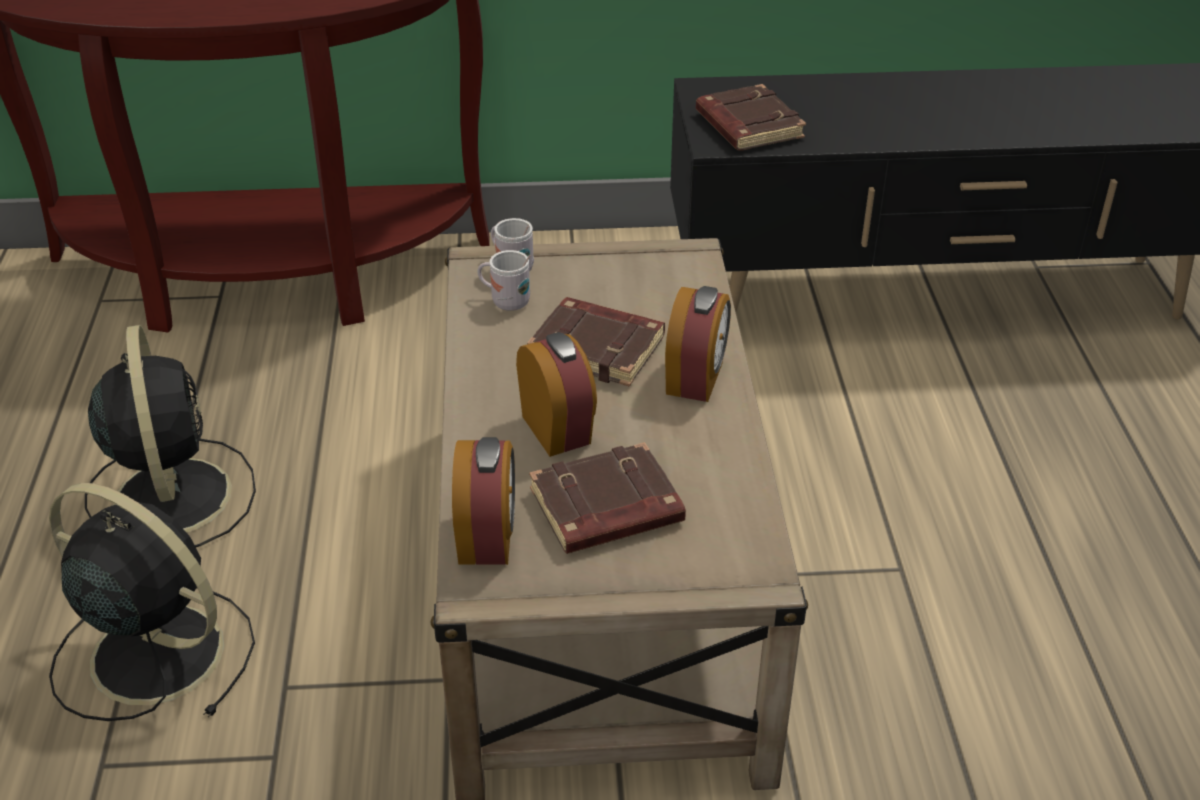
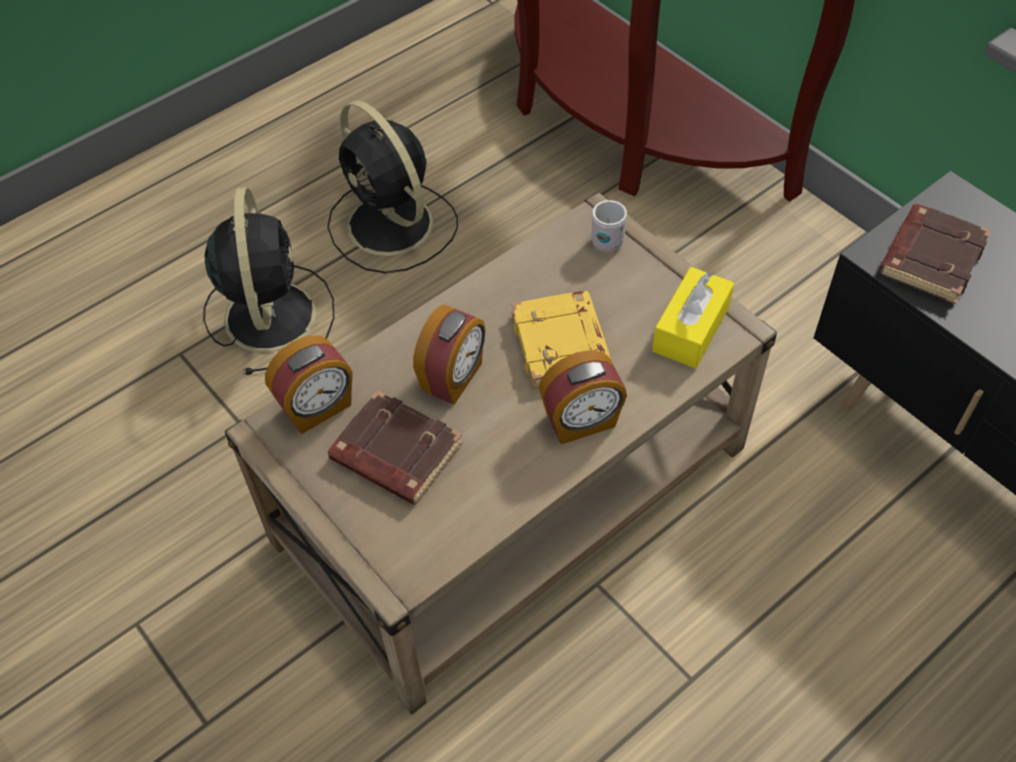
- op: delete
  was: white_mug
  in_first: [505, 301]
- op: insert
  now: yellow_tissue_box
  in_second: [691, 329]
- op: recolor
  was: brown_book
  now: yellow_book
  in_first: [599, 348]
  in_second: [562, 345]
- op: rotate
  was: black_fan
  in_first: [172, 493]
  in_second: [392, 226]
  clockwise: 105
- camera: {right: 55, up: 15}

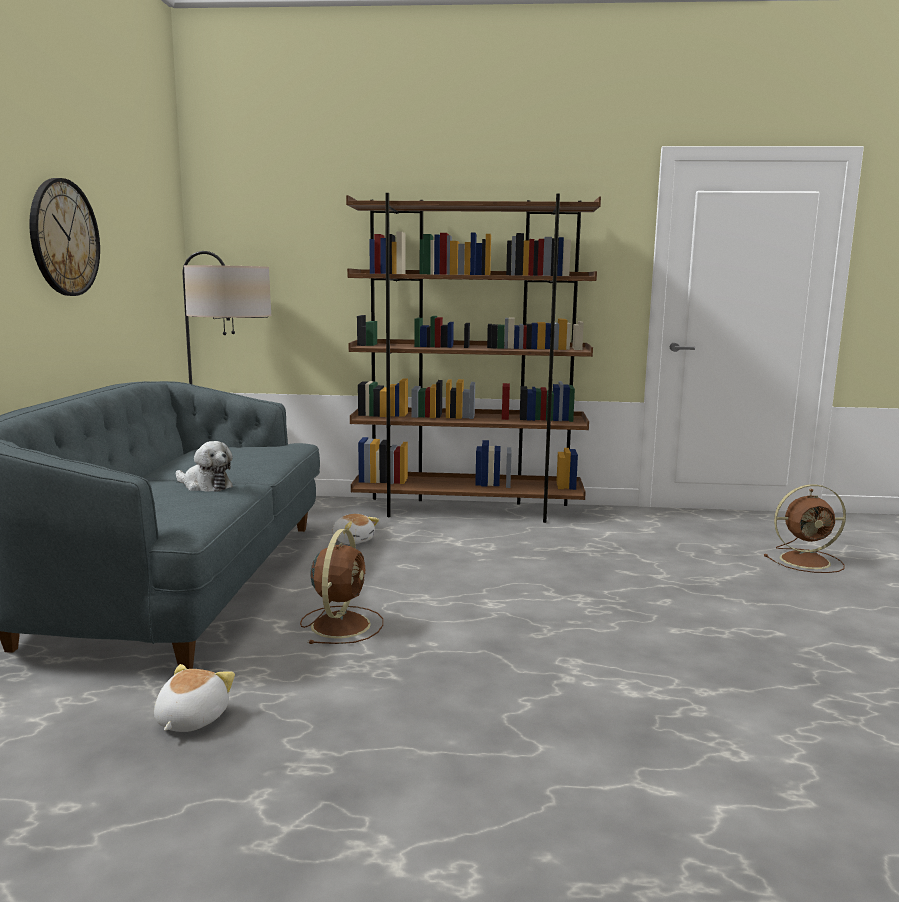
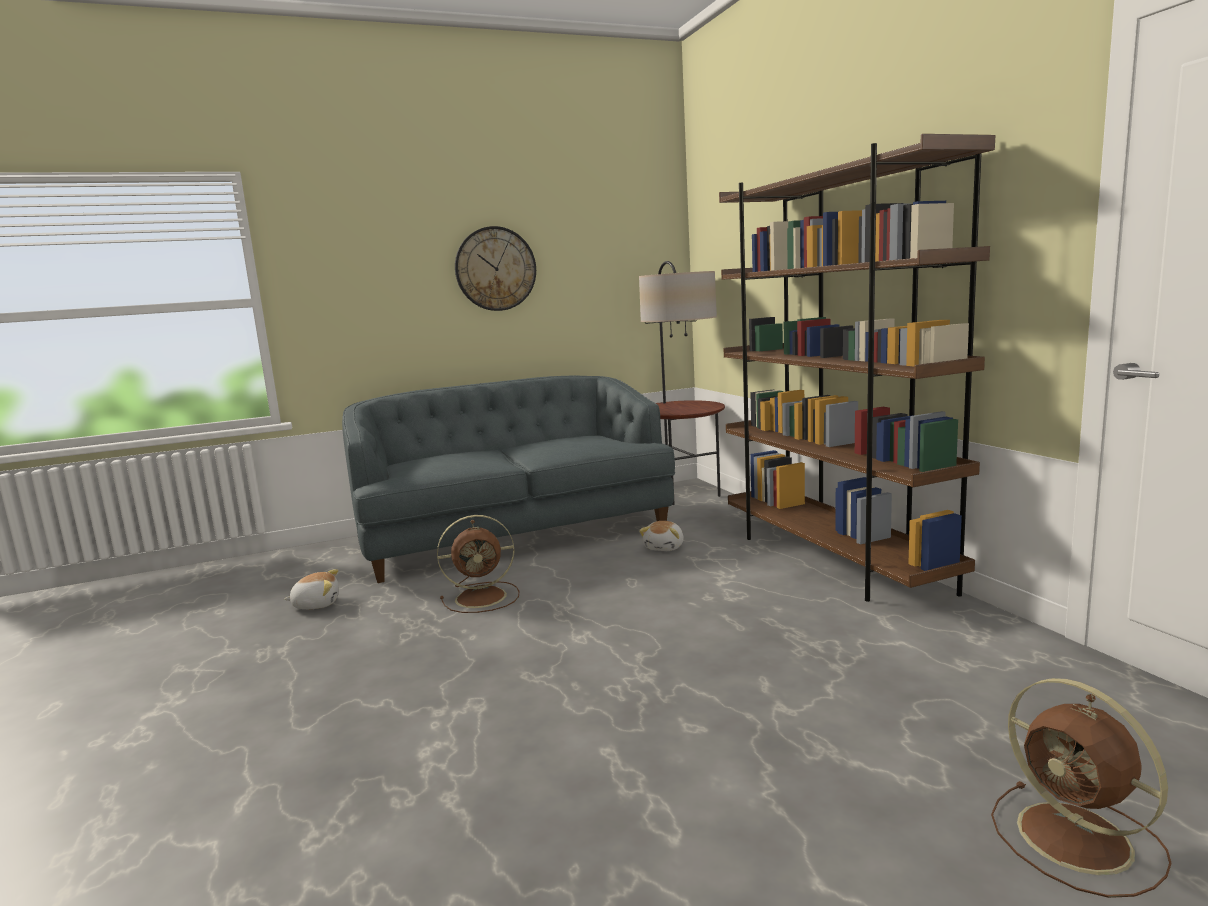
- op: delete
  was: plush_toy
  in_first: [204, 486]
- camera: {right: 65, up: 0}

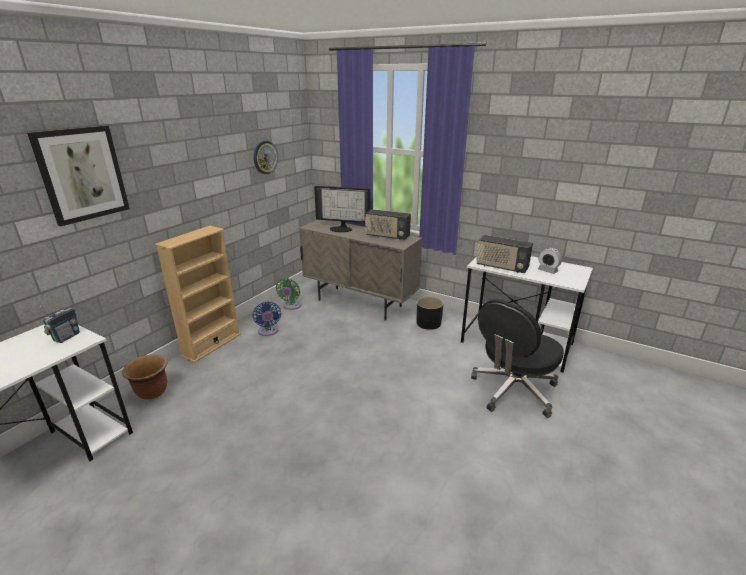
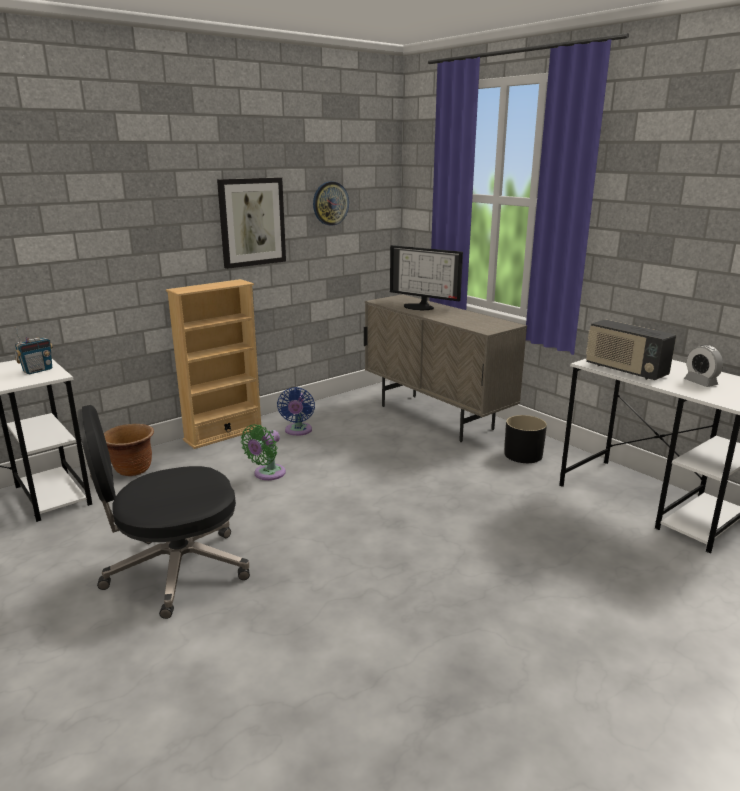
- op: delete
  was: radio
  in_first: [387, 236]
- op: move
  was: picture
  in_first: [82, 174]
  in_second: [252, 222]
- op: move
  was: green_fan
  in_first: [291, 306]
  in_second: [267, 474]
- op: move
  was: black_office_chair
  in_first: [513, 391]
  in_second: [174, 571]
- camera: {right: 20, up: -5}

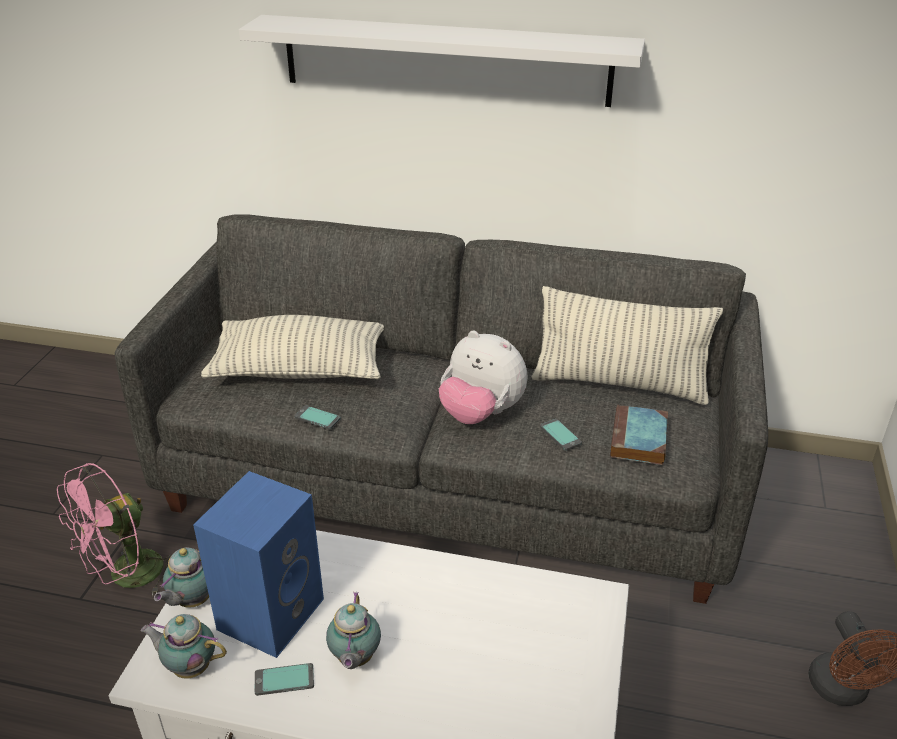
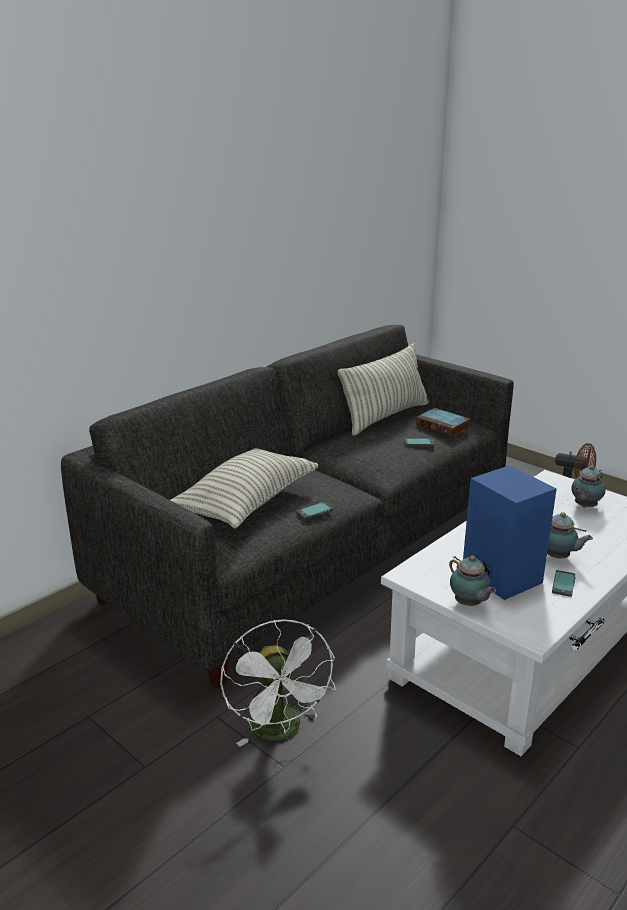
- op: delete
  was: white_shelf
  in_first: [445, 60]
- op: delete
  was: plush_toy
  in_first: [481, 413]
- op: move
  was: teapot
  in_first: [189, 667]
  in_second: [584, 506]
- op: recolor
  was: pink_fan
  now: white_fan
  in_first: [127, 577]
  in_second: [280, 731]
- camera: {right: -60, up: -10}

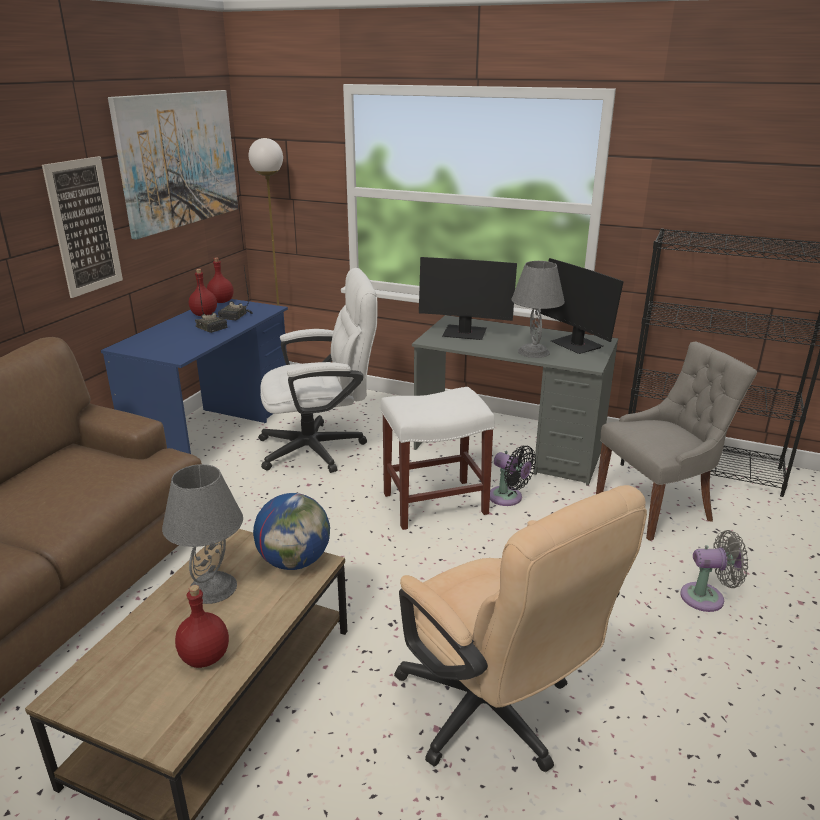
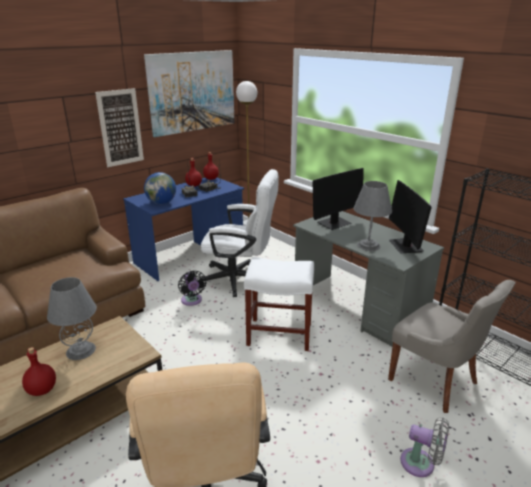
- op: move
  was: globe
  in_first: [295, 561]
  in_second: [162, 203]
- op: move
  was: black_fan
  in_first: [508, 498]
  in_second: [192, 301]
- op: rotate
  was: monitor
  in_first: [465, 333]
  in_second: [334, 223]
  clockwise: -75
- op: rotate
  was: grey_chair
  in_first: [657, 507]
  in_second: [435, 381]
  clockwise: 45
- camera: {right: 25, up: 0}

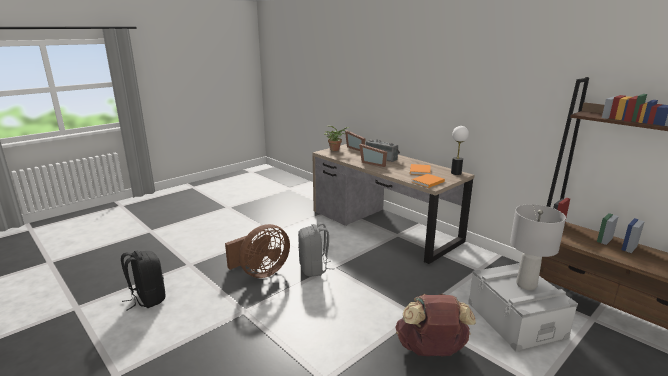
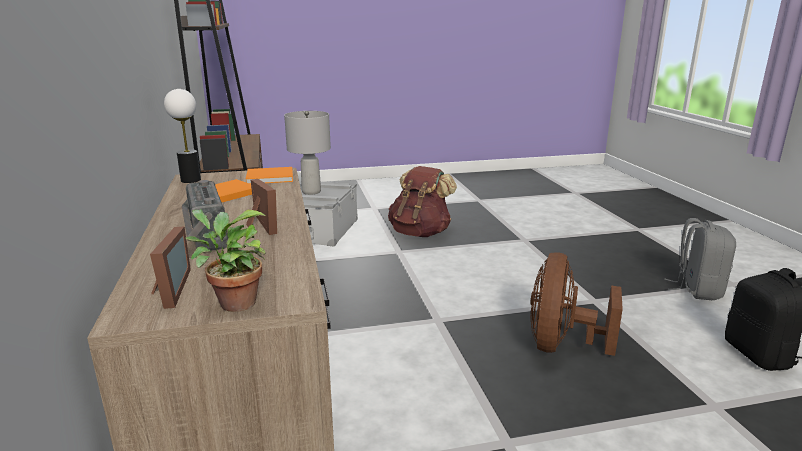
- op: move
  was: grey_backpack
  in_first: [314, 269]
  in_second: [697, 290]
- op: rotate
  was: brown_fan
  in_first: [261, 272]
  in_second: [561, 345]
  clockwise: -60
- camera: {right: -150, up: 0}

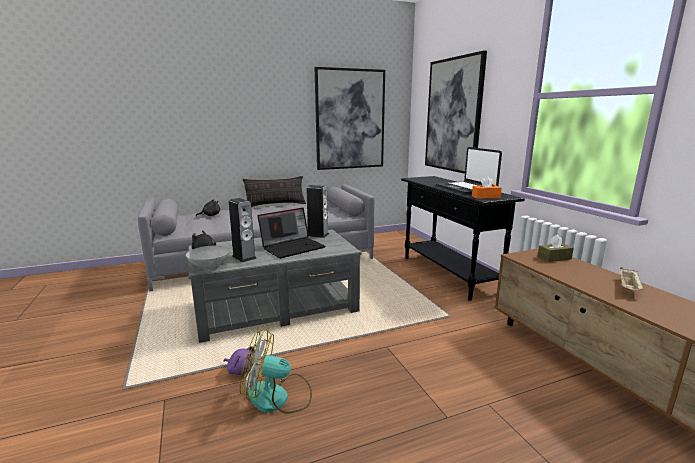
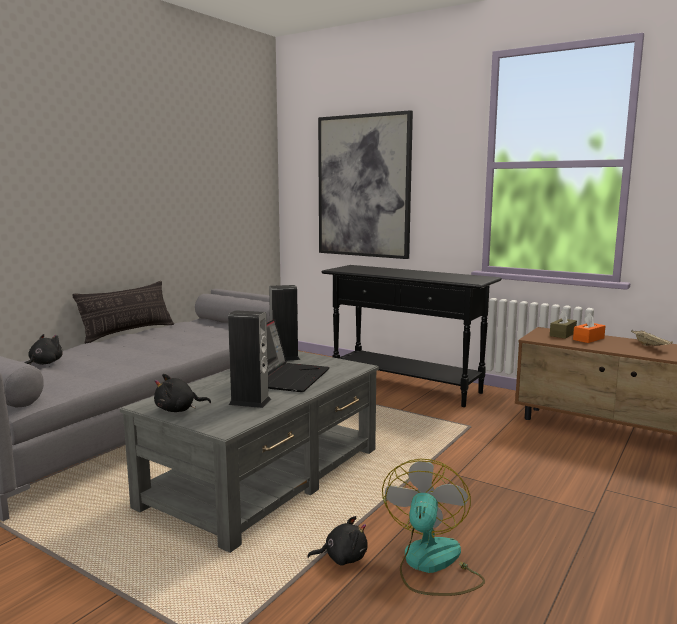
- op: delete
  was: grey_bowl
  in_first: [208, 267]
- op: delete
  was: picture
  in_first: [350, 119]
- op: delete
  was: laptop
  in_first: [466, 188]
- op: move
  was: orange_tissue_box
  in_first: [485, 197]
  in_second: [588, 339]
- op: recolor
  was: purple_plush_toy
  now: black_plush_toy
  in_first: [241, 370]
  in_second: [342, 558]
- op: rotate
  was: fan
  in_first: [278, 397]
  in_second: [431, 565]
  clockwise: 135
- camera: {right: -35, up: -5}

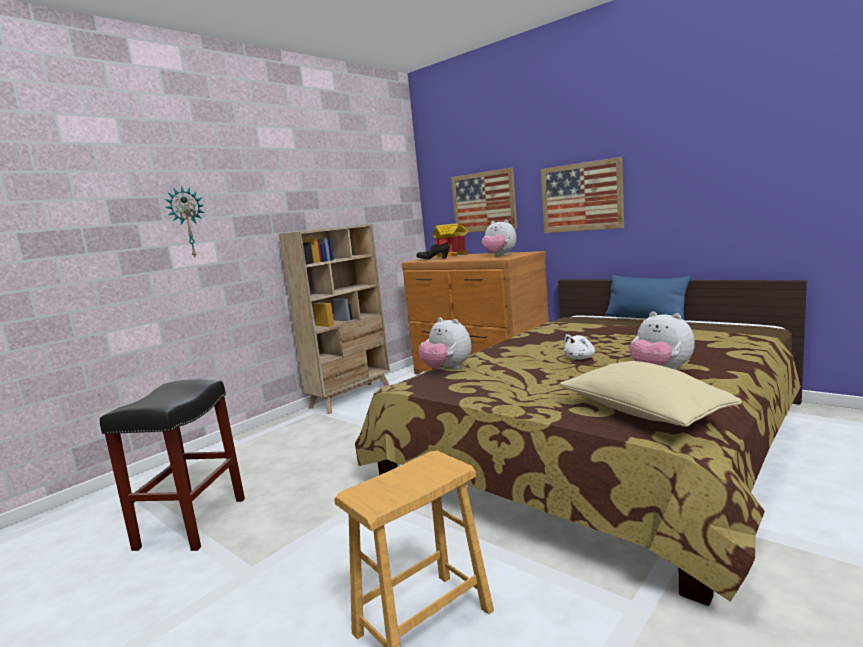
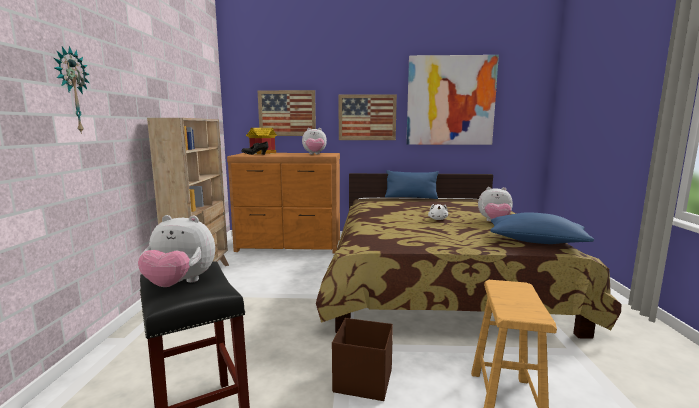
- op: insert
  now: brown_storage_box
  in_second: [362, 380]
- op: insert
  now: picture
  in_second: [450, 101]
- op: move
  was: plush_toy
  in_first: [447, 369]
  in_second: [180, 284]
- op: recolor
  was: beige_pillow
  now: blue_pillow
  in_first: [642, 413]
  in_second: [536, 242]
- camera: {right: -40, up: 0}

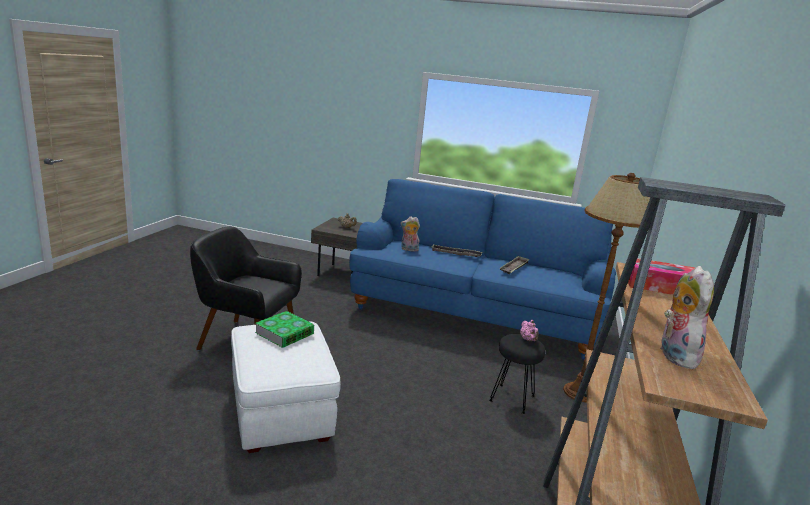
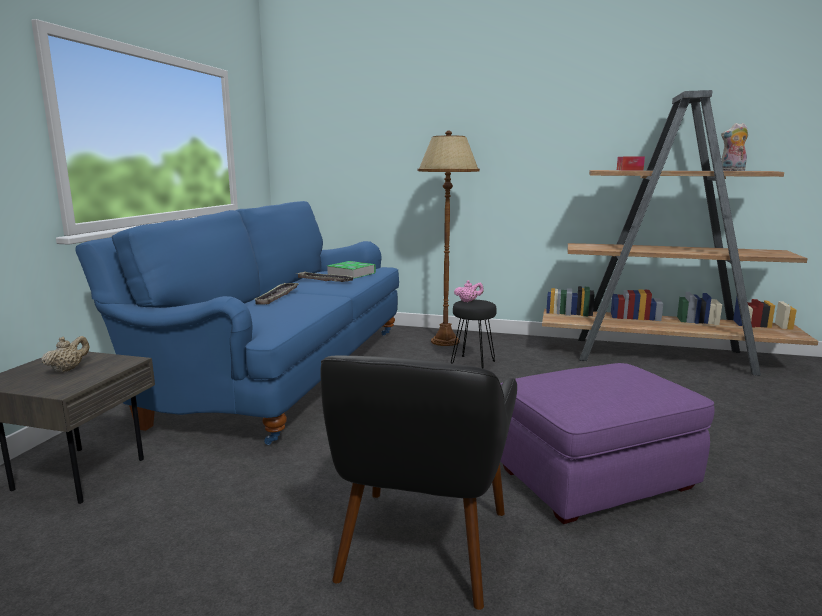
- op: delete
  was: plush_toy
  in_first: [408, 249]
- op: move
  was: book
  in_first: [284, 333]
  in_second: [351, 274]
- op: recolor
  was: white_ottoman
  now: purple_ottoman
  in_first: [281, 410]
  in_second: [593, 479]
- camera: {right: -90, up: -5}

